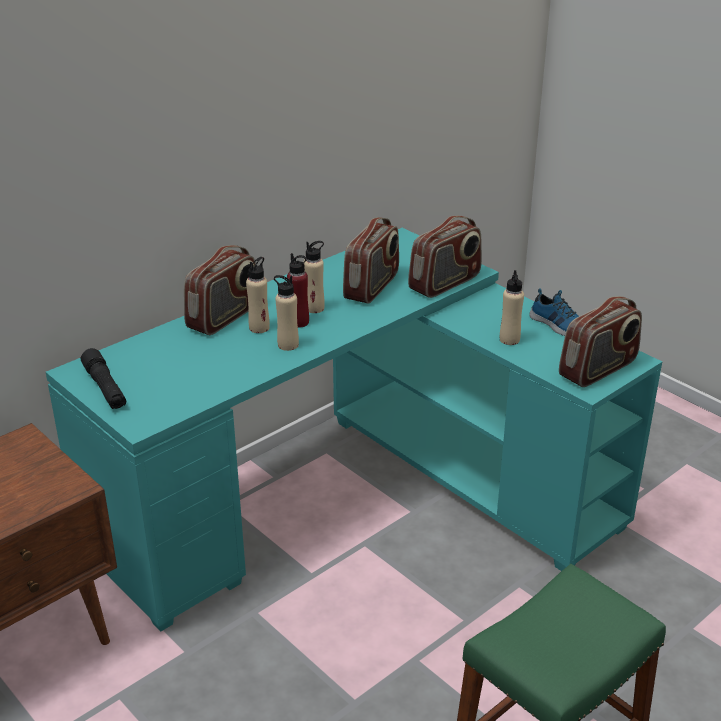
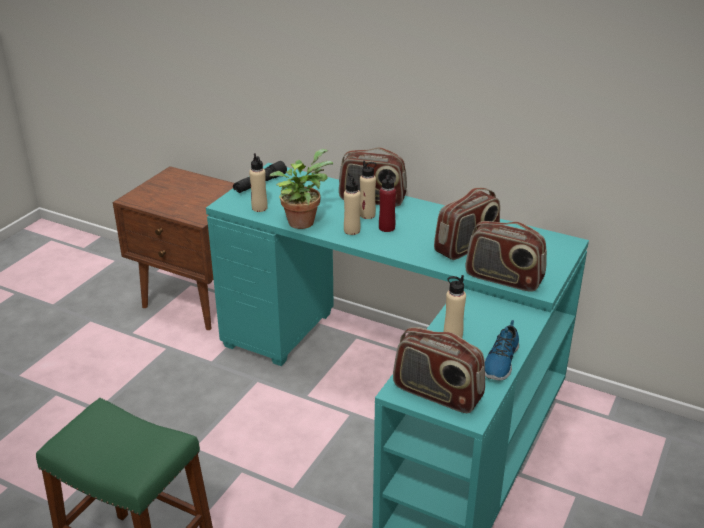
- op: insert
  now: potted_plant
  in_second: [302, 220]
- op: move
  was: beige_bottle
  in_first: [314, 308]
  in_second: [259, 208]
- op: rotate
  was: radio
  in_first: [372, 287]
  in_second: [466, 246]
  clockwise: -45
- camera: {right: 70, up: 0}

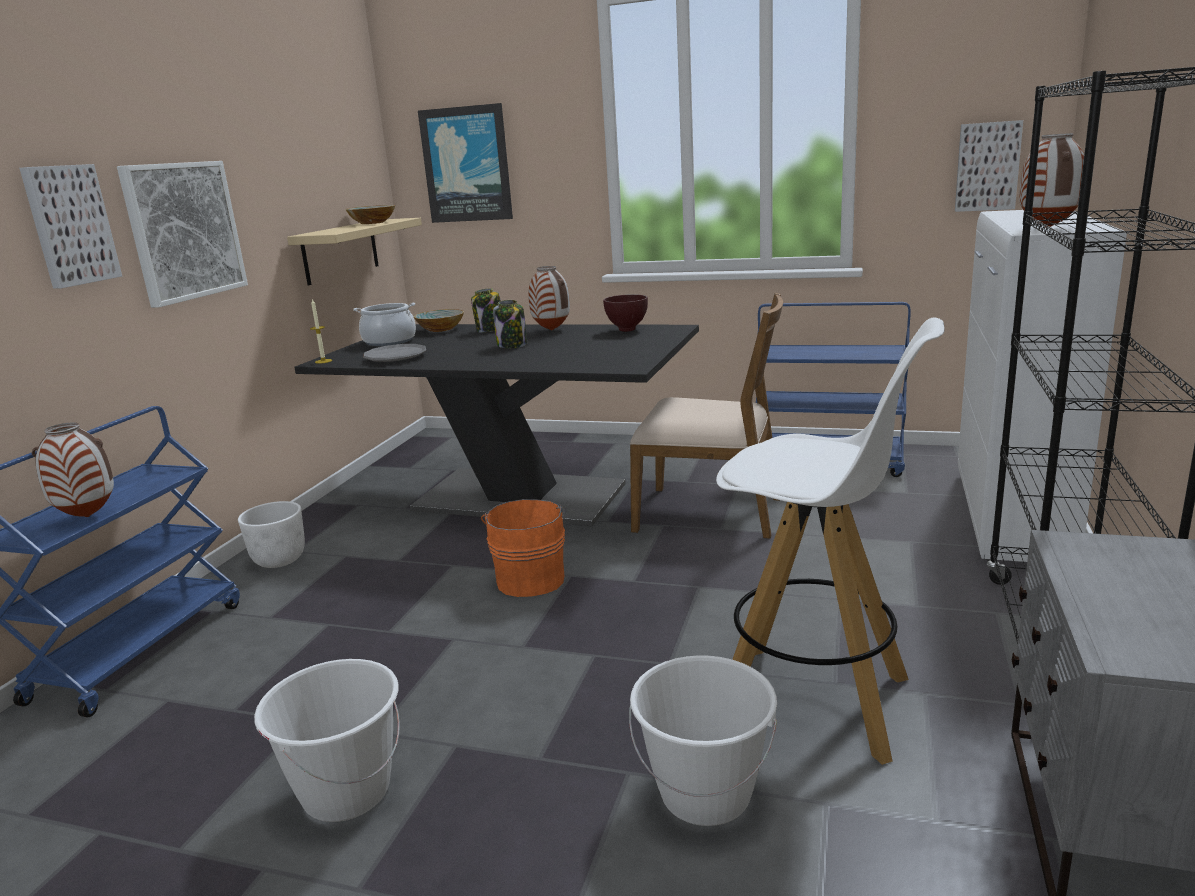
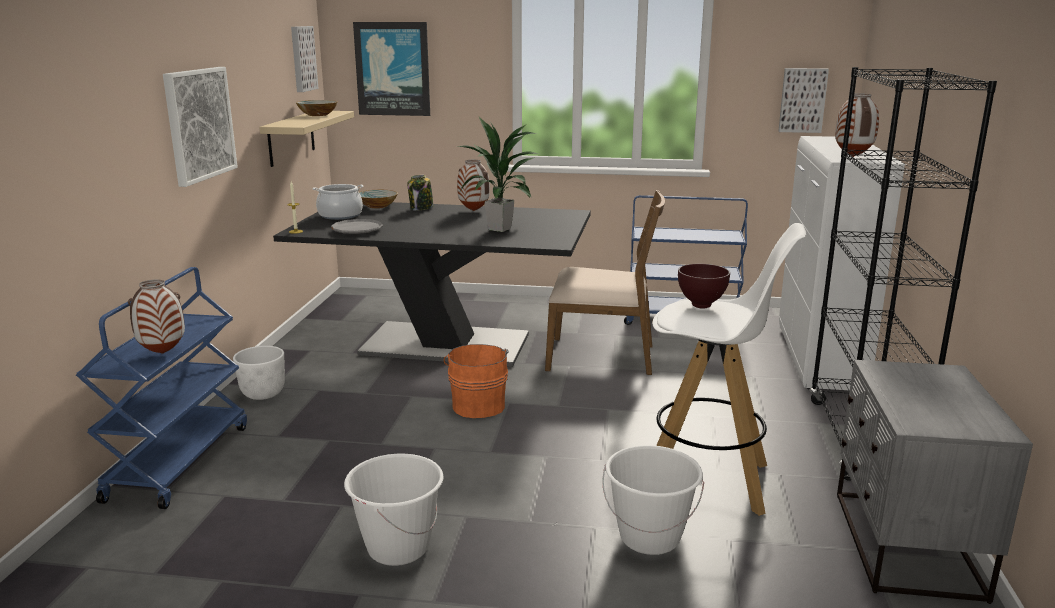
- op: delete
  was: jar
  in_first: [512, 345]
- op: insert
  now: potted_plant
  in_second: [500, 229]
- op: move
  was: picture
  in_first: [69, 225]
  in_second: [302, 58]
- op: move
  was: brown_bowl
  in_first: [628, 330]
  in_second: [702, 306]
- camera: {right: -10, up: 0}

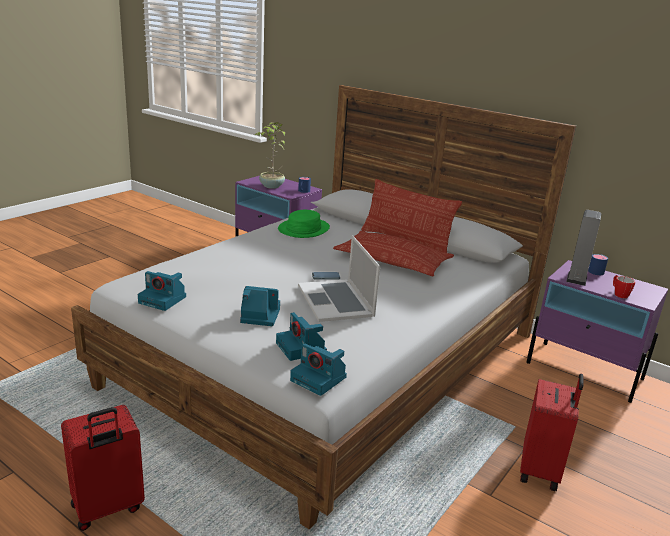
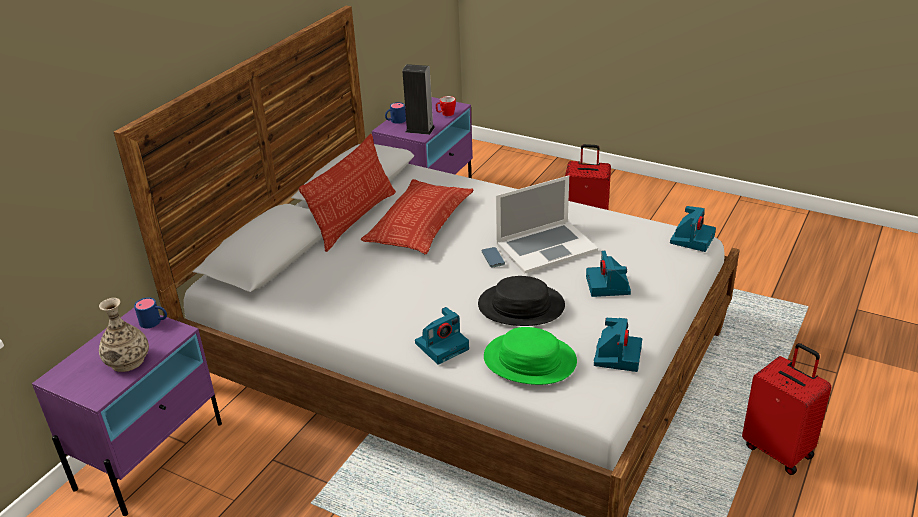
- op: insert
  now: black_hat
  in_second: [521, 306]
- op: move
  was: photo_camera
  in_first: [302, 348]
  in_second: [442, 345]
- op: move
  was: green_hat
  in_first: [303, 229]
  in_second: [529, 360]
- op: replace
  was: potted_plant
  now: vase
  in_first: [271, 186]
  in_second: [127, 361]
- camera: {right: -95, up: 10}

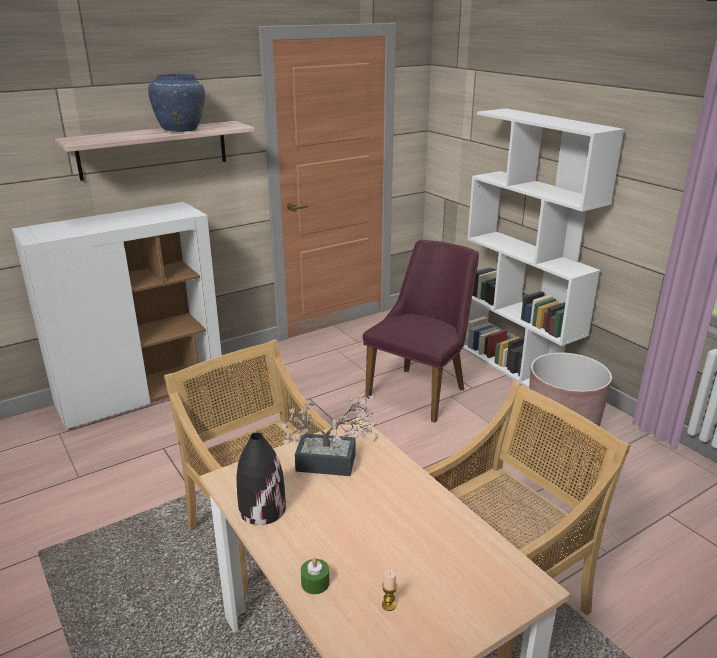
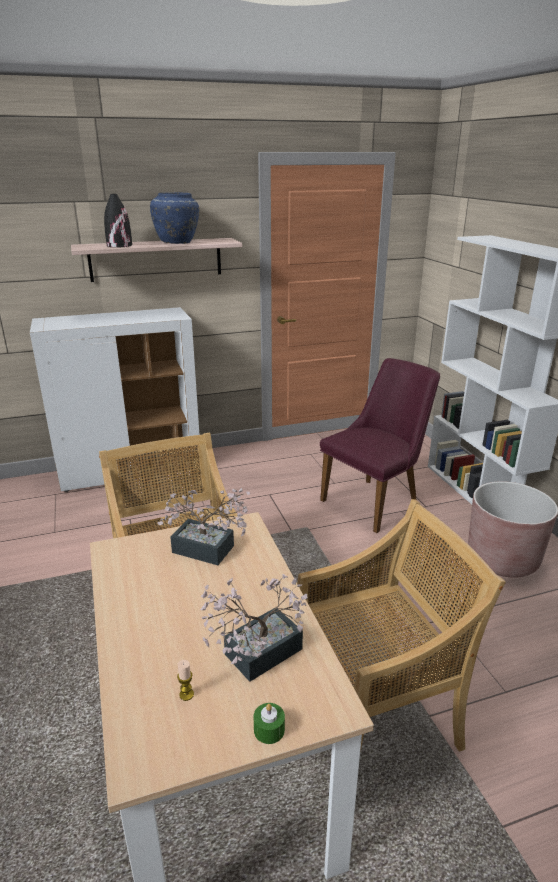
- op: insert
  now: potted_plant
  in_second: [255, 655]
- op: move
  was: black_vase
  in_first: [262, 509]
  in_second: [119, 245]
- op: move
  was: green_candle
  in_first: [315, 583]
  in_second: [269, 730]
- camera: {right: 15, up: 0}

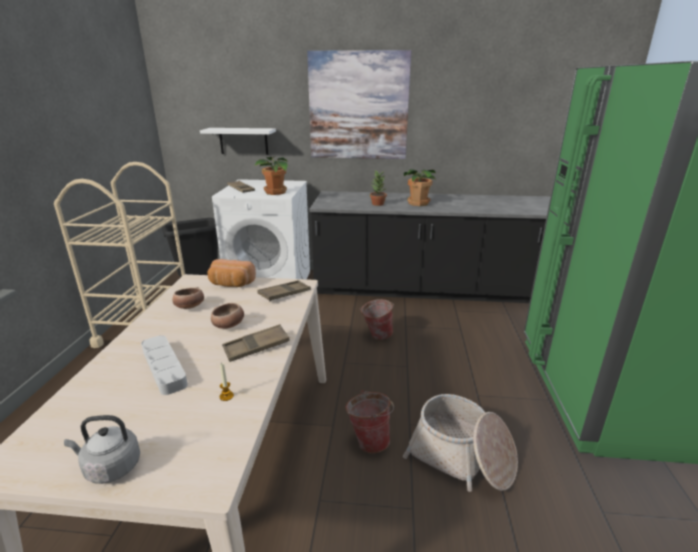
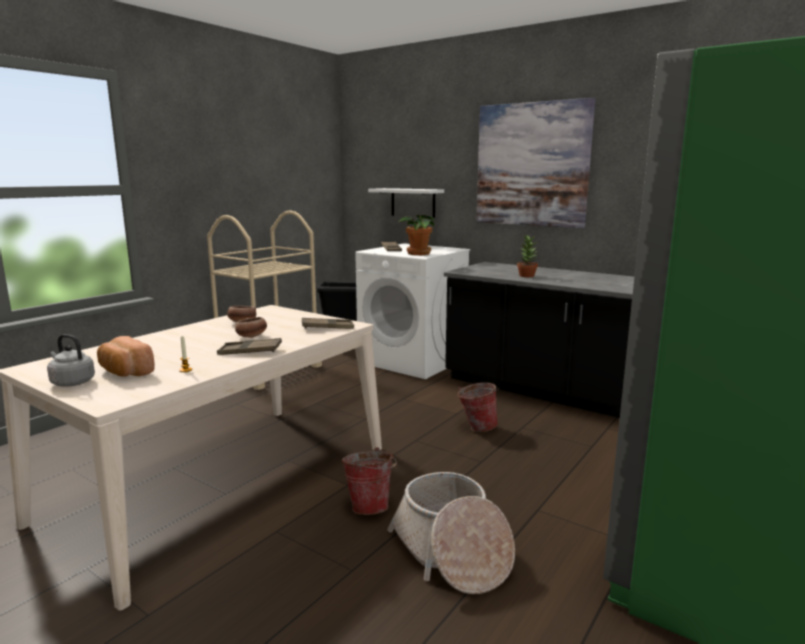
- op: delete
  was: grey_tray
  in_first: [164, 367]
- op: delete
  was: potted_plant
  in_first: [418, 203]
- op: move
  was: bread
  in_first: [231, 284]
  in_second: [125, 372]
- camera: {right: 30, up: -10}

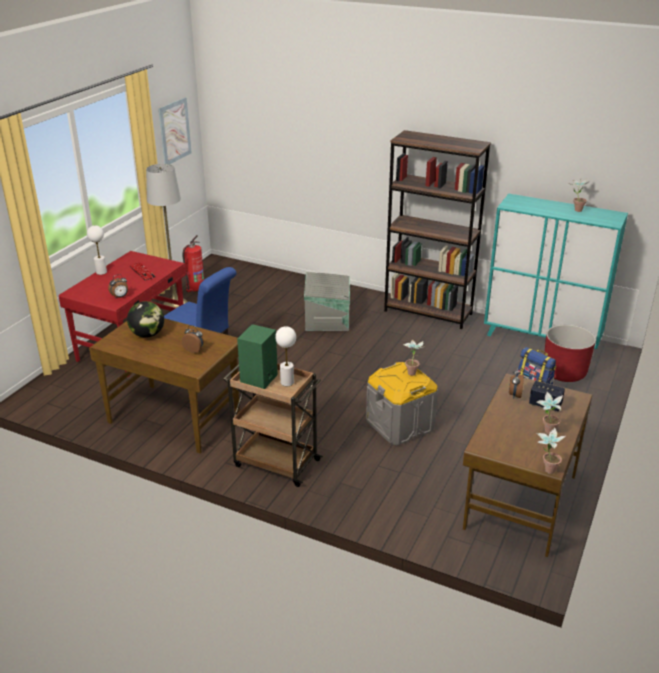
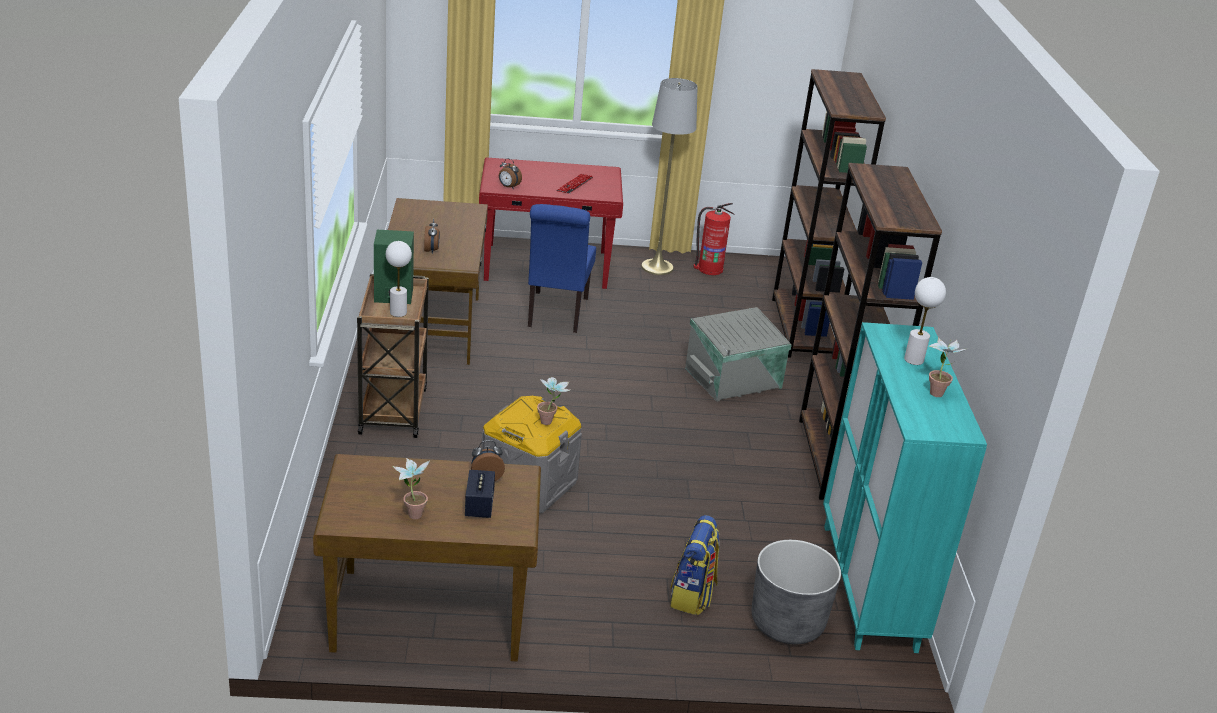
- op: delete
  was: globe
  in_first: [147, 334]
- op: delete
  was: picture
  in_first: [174, 131]
- op: delete
  was: potted_plant
  in_first: [546, 469]
- op: insert
  now: brown_bookcase
  in_second: [802, 329]
- op: move
  was: white_table_lamp
  in_first: [101, 272]
  in_second: [914, 360]
- op: recolor
  was: red_planter
  now: grey_planter
  in_first: [564, 372]
  in_second: [787, 623]
- camera: {right: 60, up: 0}

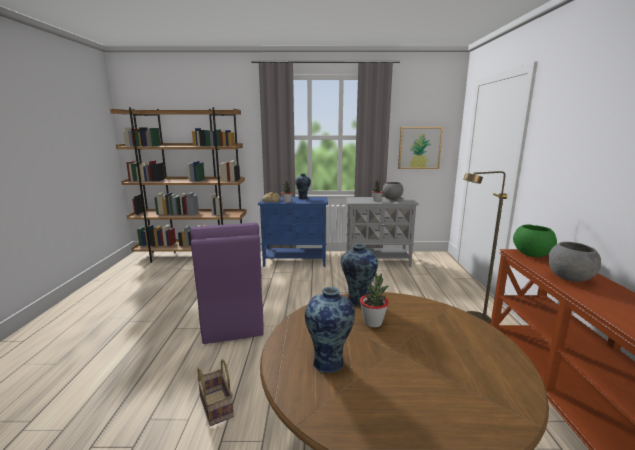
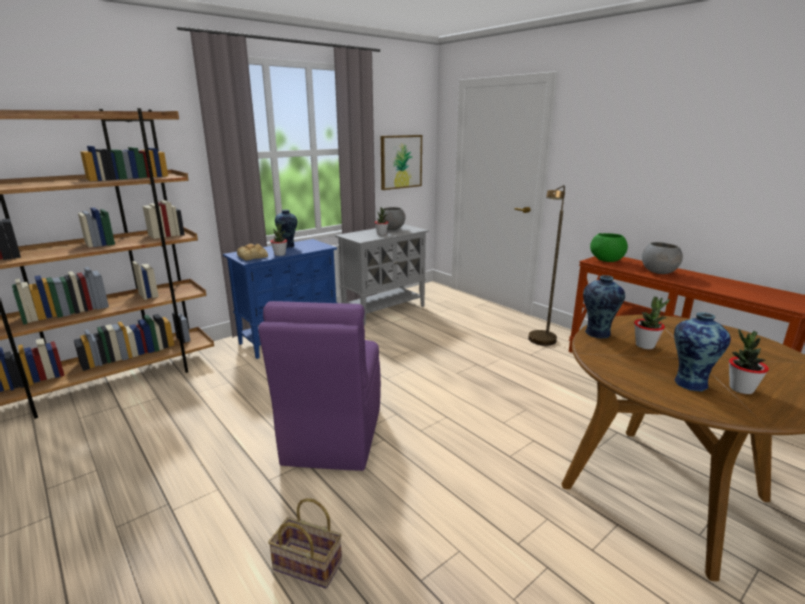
- op: insert
  now: potted_plant
  in_second: [741, 389]
- op: move
  was: basket
  in_first: [215, 406]
  in_second: [305, 566]
- op: rotate
  was: purple_chair
  in_first: [232, 322]
  in_second: [332, 437]
  clockwise: 60
- camera: {right: -40, up: 5}

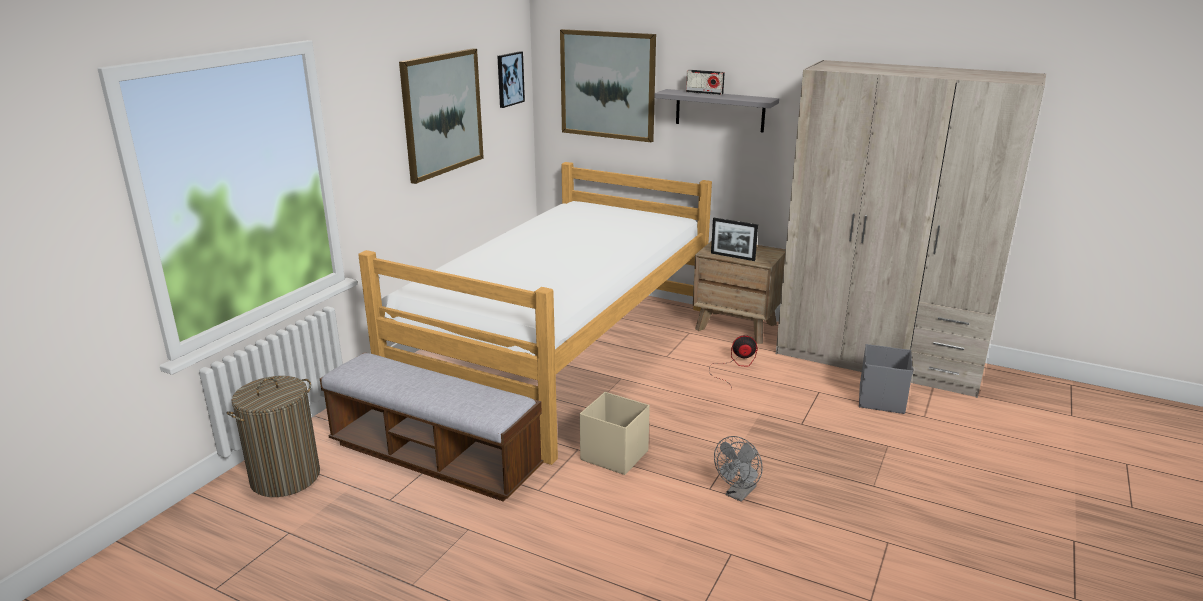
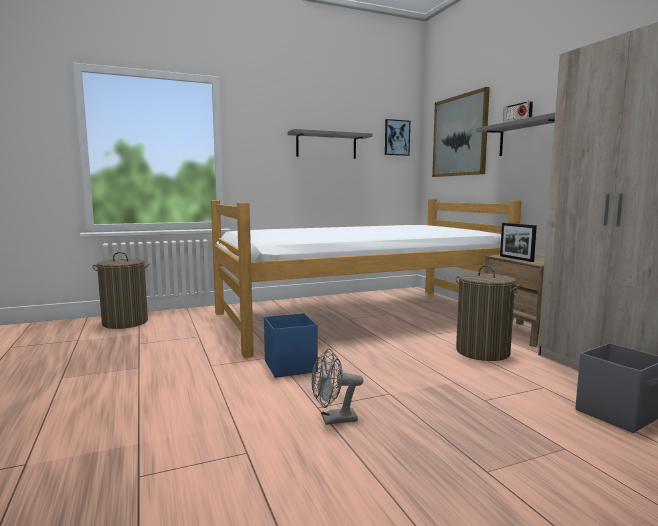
- op: delete
  was: bench
  in_first: [434, 458]
- op: replace
  was: picture
  now: grey_shelf
  in_first: [442, 113]
  in_second: [326, 145]
- op: replace
  was: fan
  now: laundry_basket
  in_first: [735, 366]
  in_second: [483, 352]
- op: recolor
  was: beige_storage_box
  now: blue_storage_box
  in_first: [614, 455]
  in_second: [290, 366]
- camera: {right: 40, up: -15}

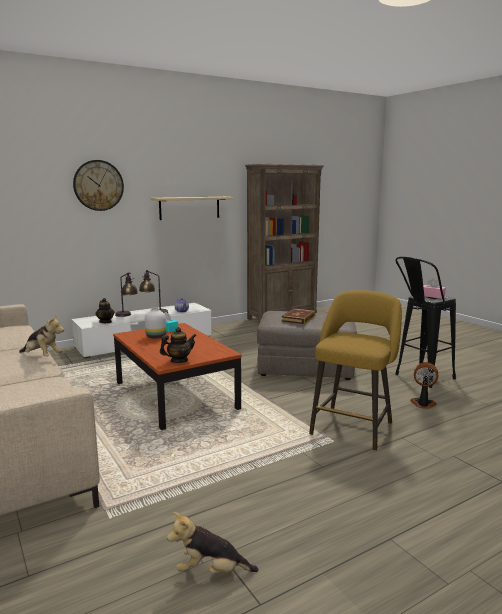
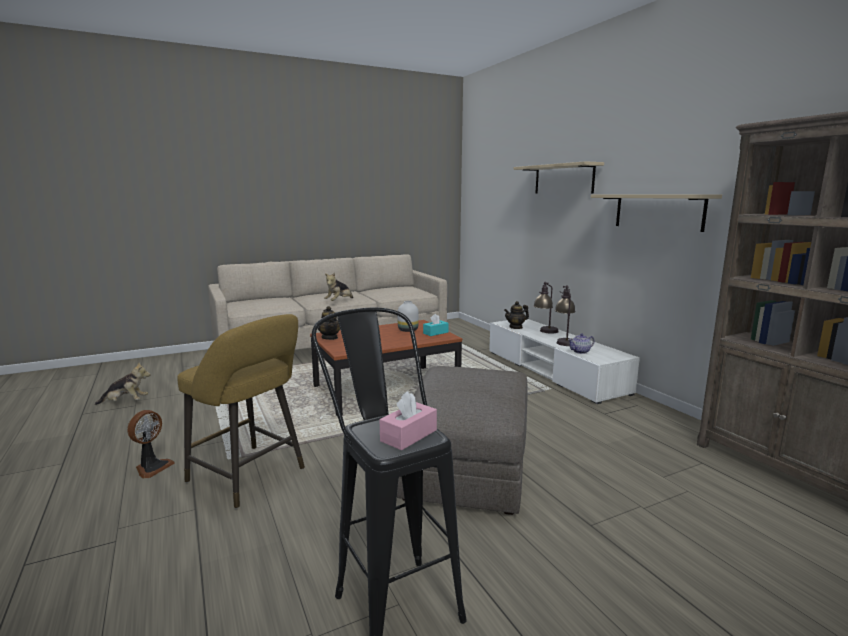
- op: delete
  was: book
  in_first: [298, 318]
- op: move
  was: fan
  in_first: [423, 404]
  in_second: [152, 467]
- op: replace
  was: wall_clock
  now: beige_shelf
  in_first: [98, 185]
  in_second: [563, 179]
- op: rotate
  was: plush_toy
  in_first: [211, 571]
  in_second: [125, 402]
  clockwise: 75
- camera: {right: 95, up: 0}

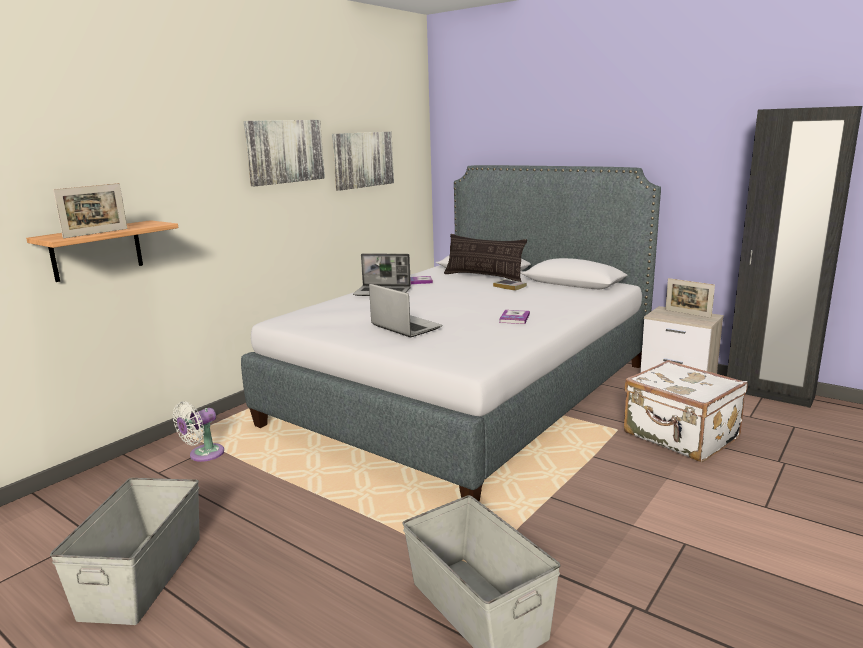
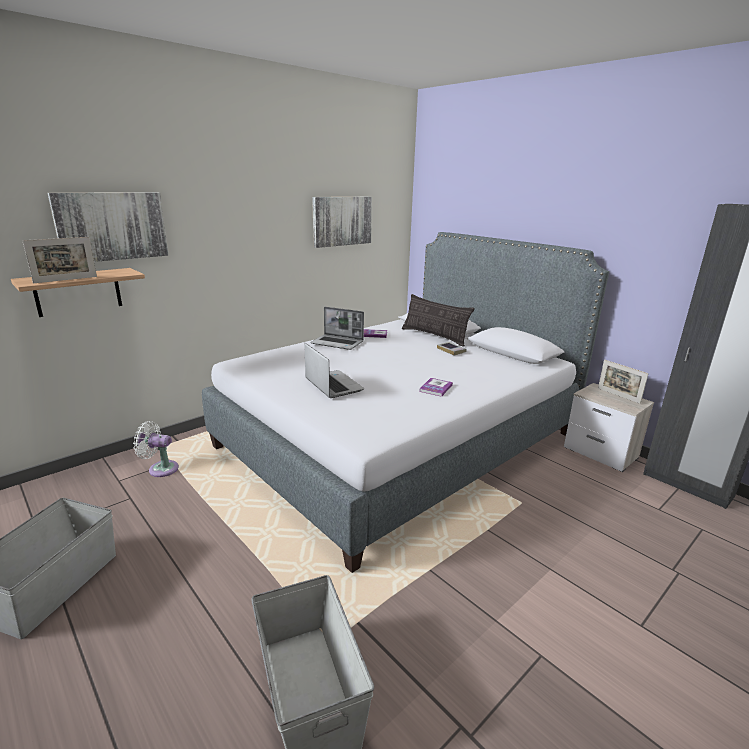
- op: delete
  was: white_suitcase
  in_first: [680, 437]
- op: move
  was: picture
  in_first: [284, 151]
  in_second: [112, 226]
- op: rotate
  was: white_fan
  in_first: [203, 455]
  in_second: [160, 468]
  clockwise: 45
- camera: {right: 10, up: 5}

